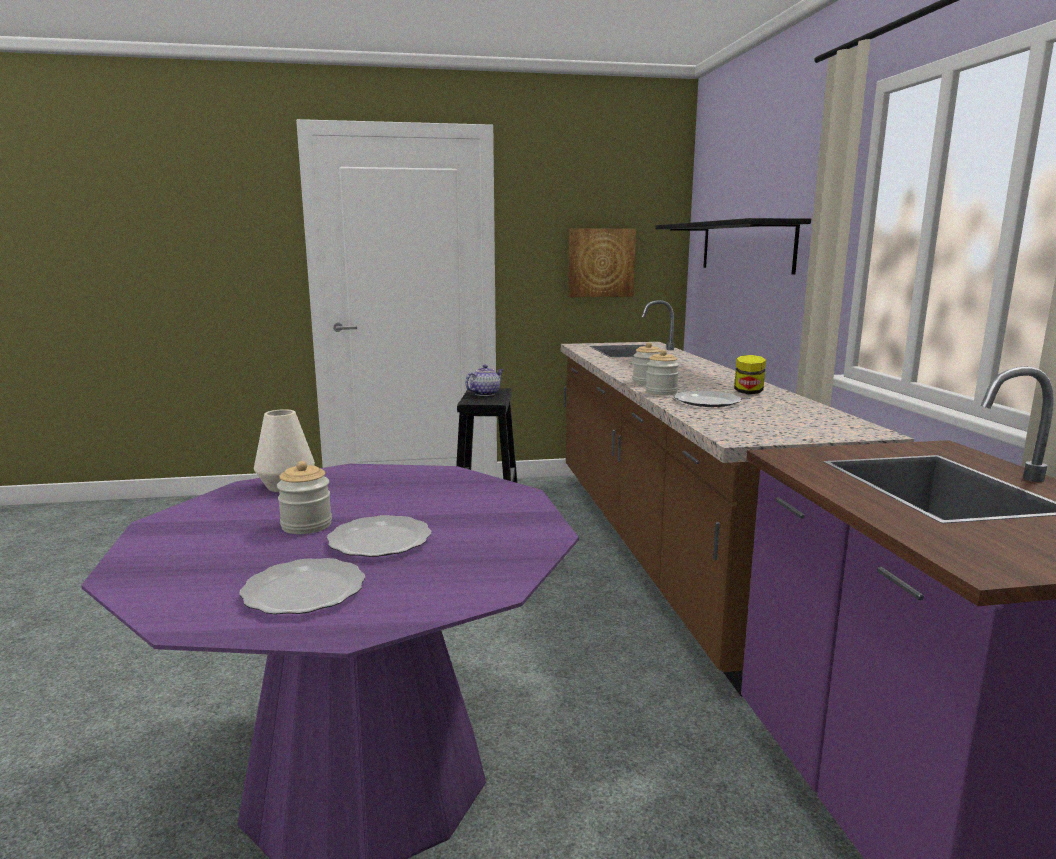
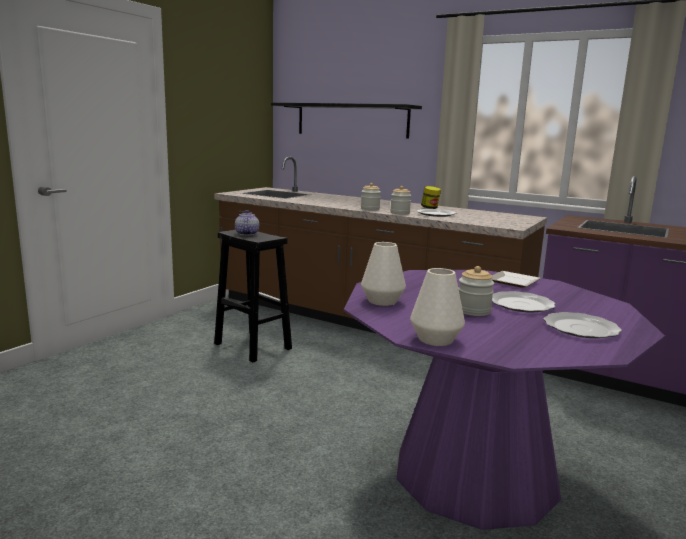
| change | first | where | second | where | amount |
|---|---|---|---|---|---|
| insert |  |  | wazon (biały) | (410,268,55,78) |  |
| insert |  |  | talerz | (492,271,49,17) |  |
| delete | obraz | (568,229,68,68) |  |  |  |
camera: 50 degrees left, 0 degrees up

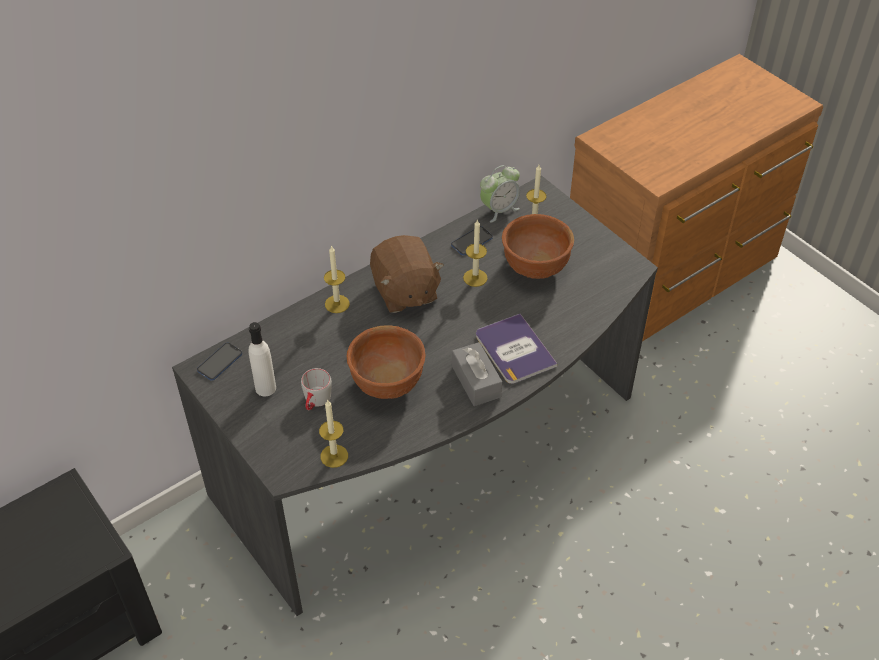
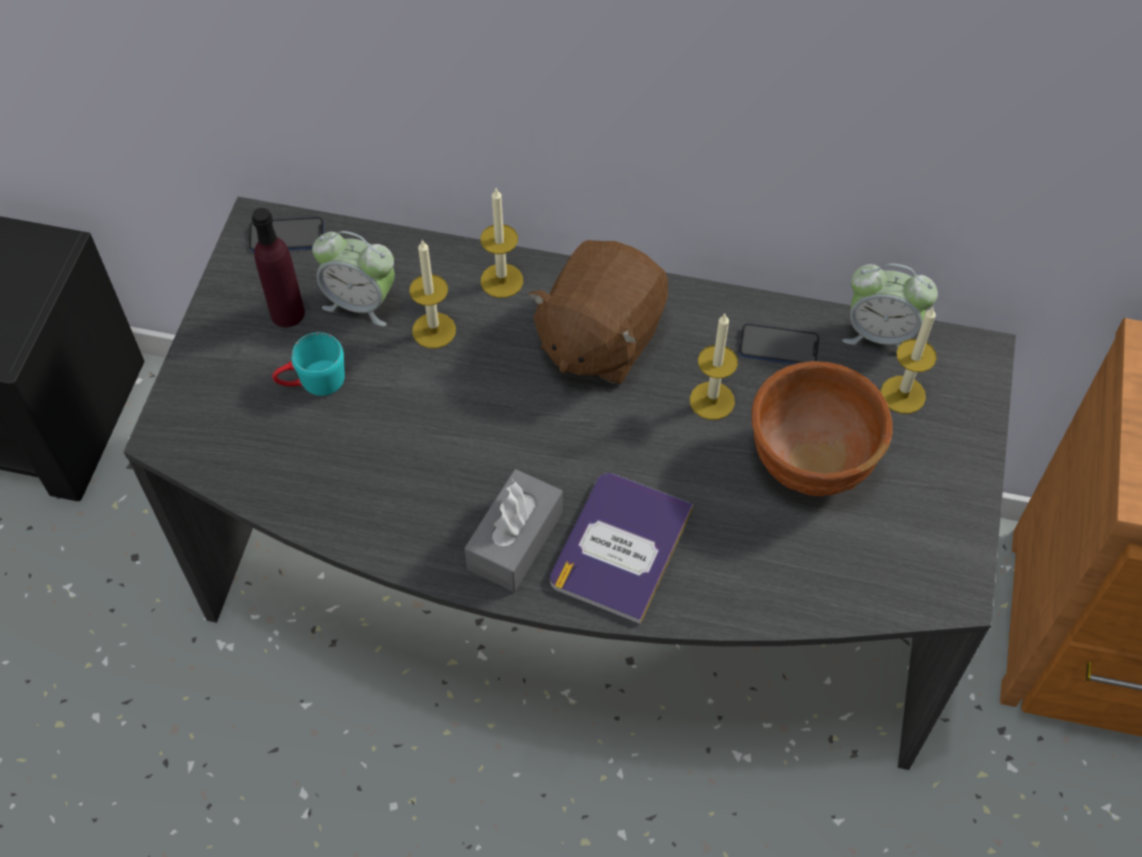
| change | first | where | second | where | amount |
|---|---|---|---|---|---|
| recolor | butelka (biały) | (249,322,27,74) | butelka (fioletowy) | (252,208,53,119) |  |
| recolor | kubek (szary) | (301,368,31,42) | kubek (turkusowy) | (272,332,73,64) |  |
| insert |  |  | budzik | (312,231,83,95) |  |
| move | świeca | (319,399,29,69) |  | (409,240,47,108) |  |
| delete | miska (brązowy) | (347,325,79,74) |  |  |  |
camera: 50 degrees right, 10 degrees up

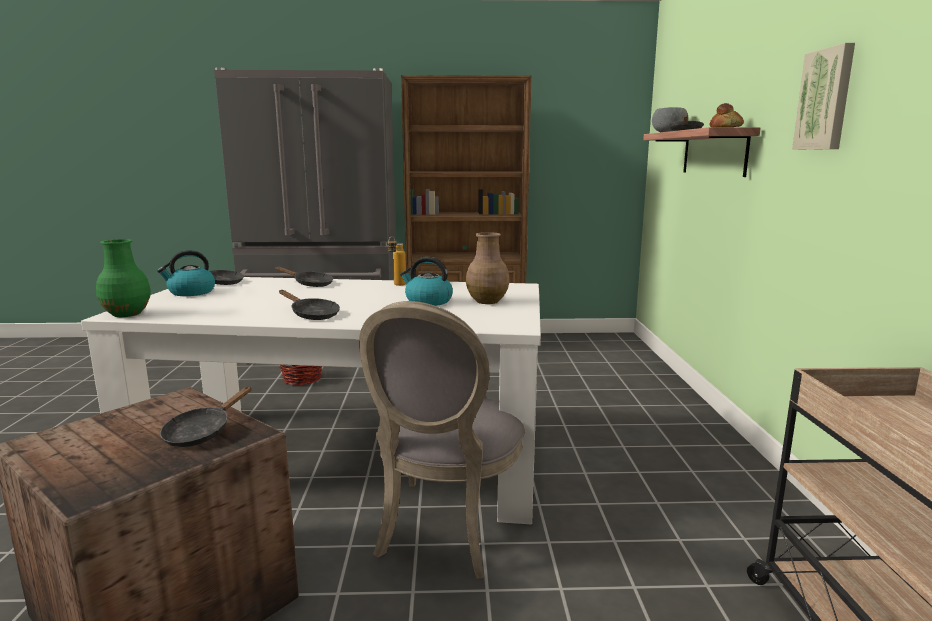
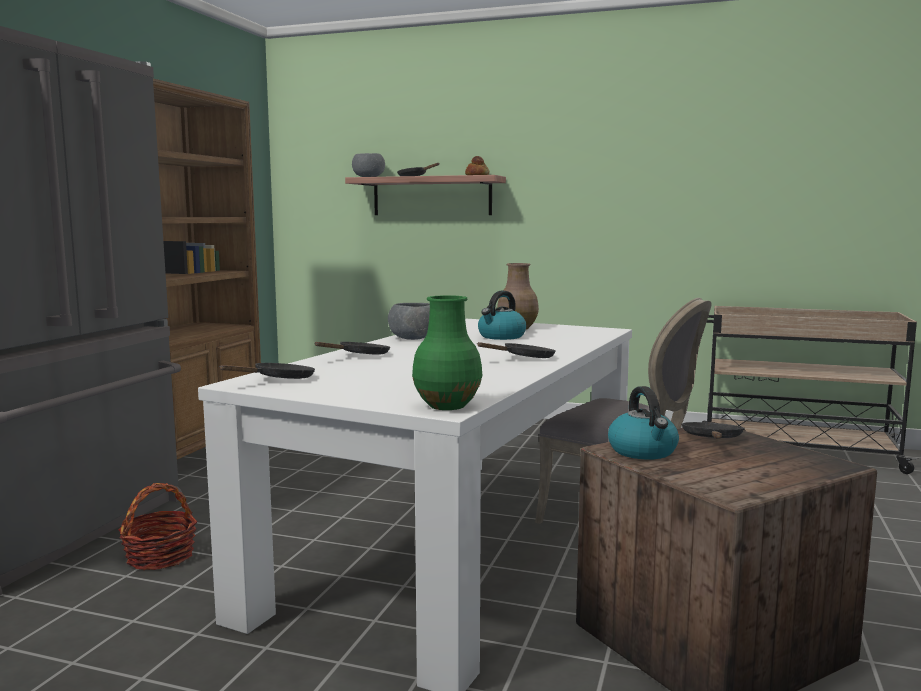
| change | first | where | second | where | amount |
|---|---|---|---|---|---|
| replace | butelka | (387,236,19,50) | miska (szary) | (388,303,42,37) |  |
| move | czajnik | (157,250,58,46) |  | (608,386,71,74) |  |
| rotate | patelnia (czarny) | (160,386,91,61) |  | (681,422,64,17) | 120 degrees counterclockwise |
| delete | obraz | (792,43,63,107) |  |  |  |
camera: 70 degrees left, 5 degrees down

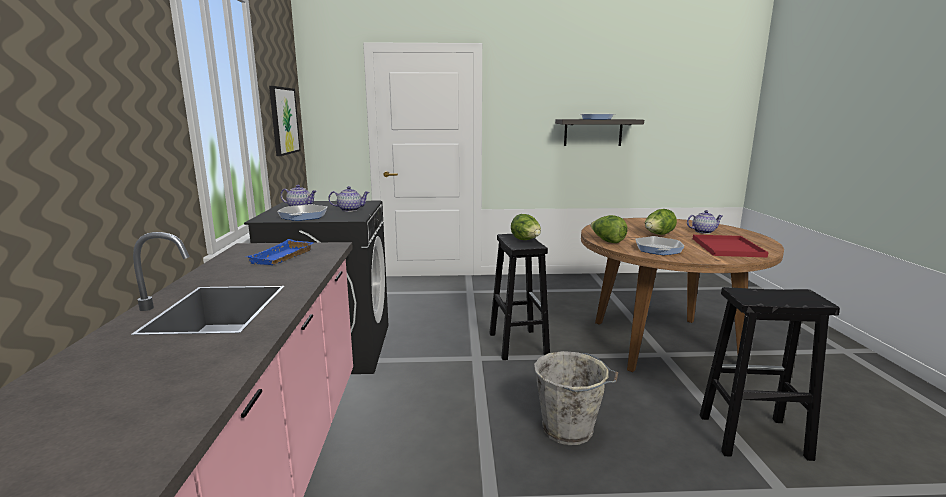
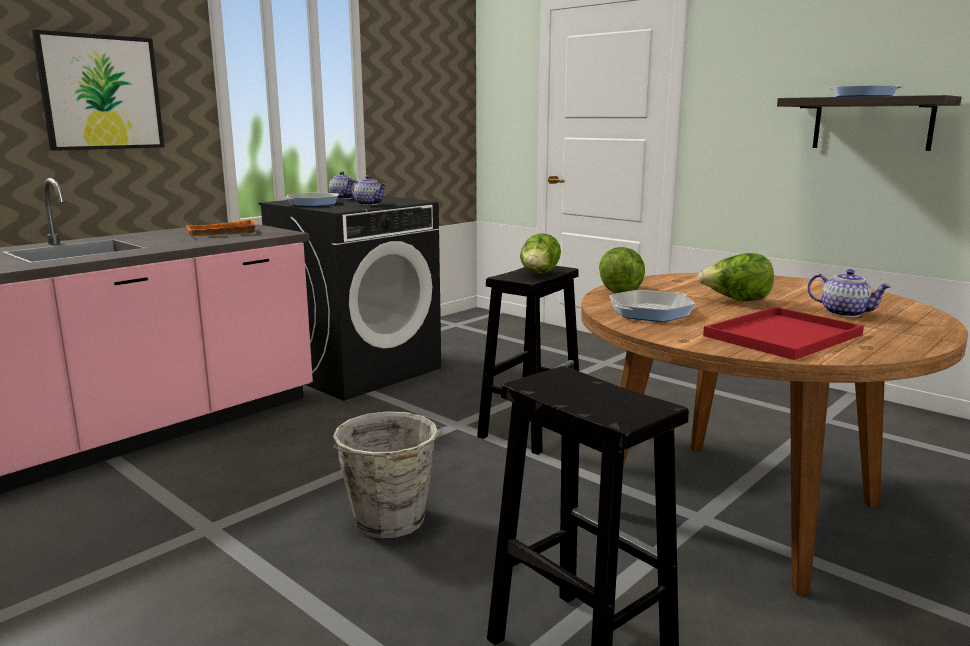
| change | first | where | second | where | amount |
|---|---|---|---|---|---|
| move | obraz | (269,86,32,70) |  | (32,30,132,121) |  |
| recolor | taca (niebieski) | (248,239,67,26) | taca (pomarańczowy) | (186,219,71,17) |  |
camera: 45 degrees right, 0 degrees up

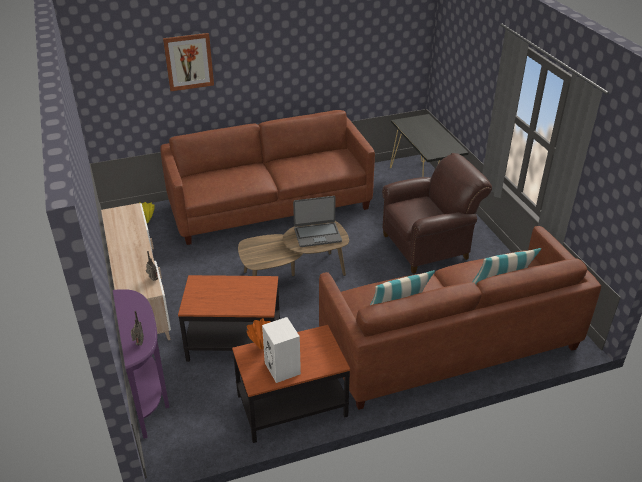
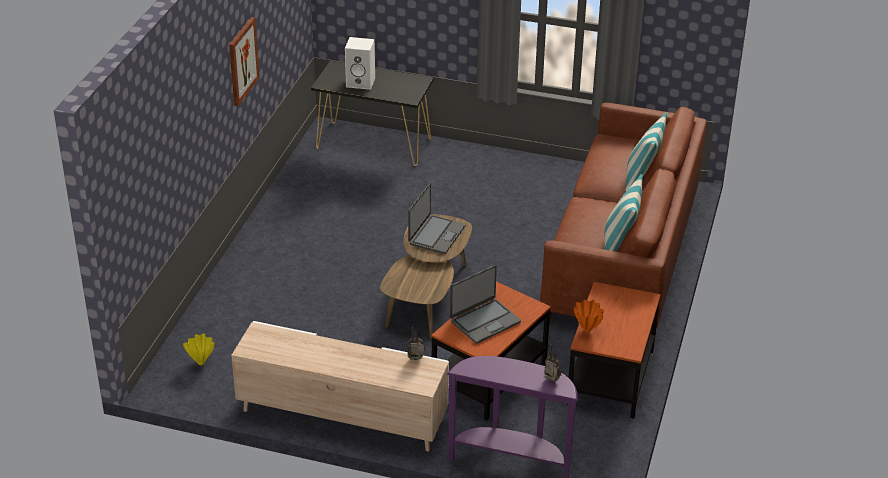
| change | first | where | second | where | amount |
|---|---|---|---|---|---|
| move | obraz | (163,33,51,58) |  | (229,17,31,89) |  |
| move | głośnik (biały) | (262,317,39,66) |  | (345,37,30,53) |  |
| insert |  |  | laptop | (450,265,71,79) |  |
| delete | kanapa (brązowy) | (160,110,215,135) |  |  |  |
| delete | fotel (brązowy) | (382,153,110,120) |  |  |  |
camera: 55 degrees left, 0 degrees up

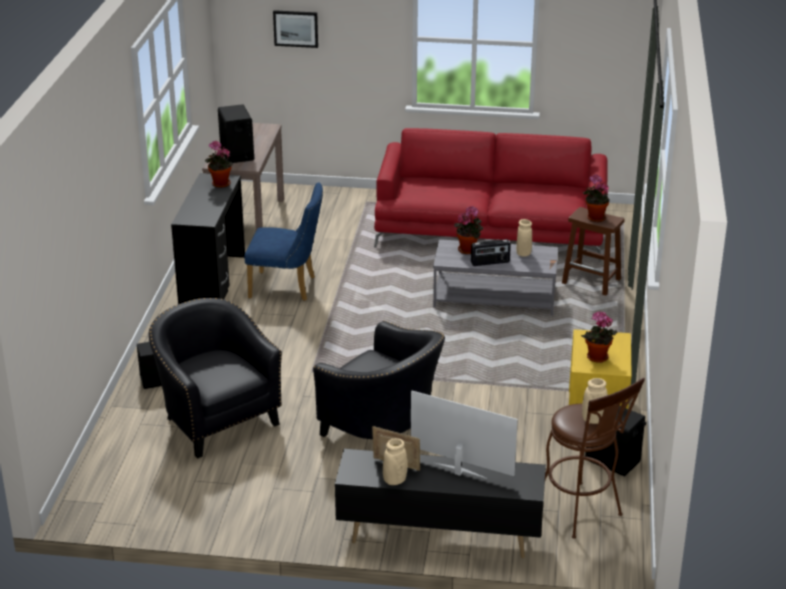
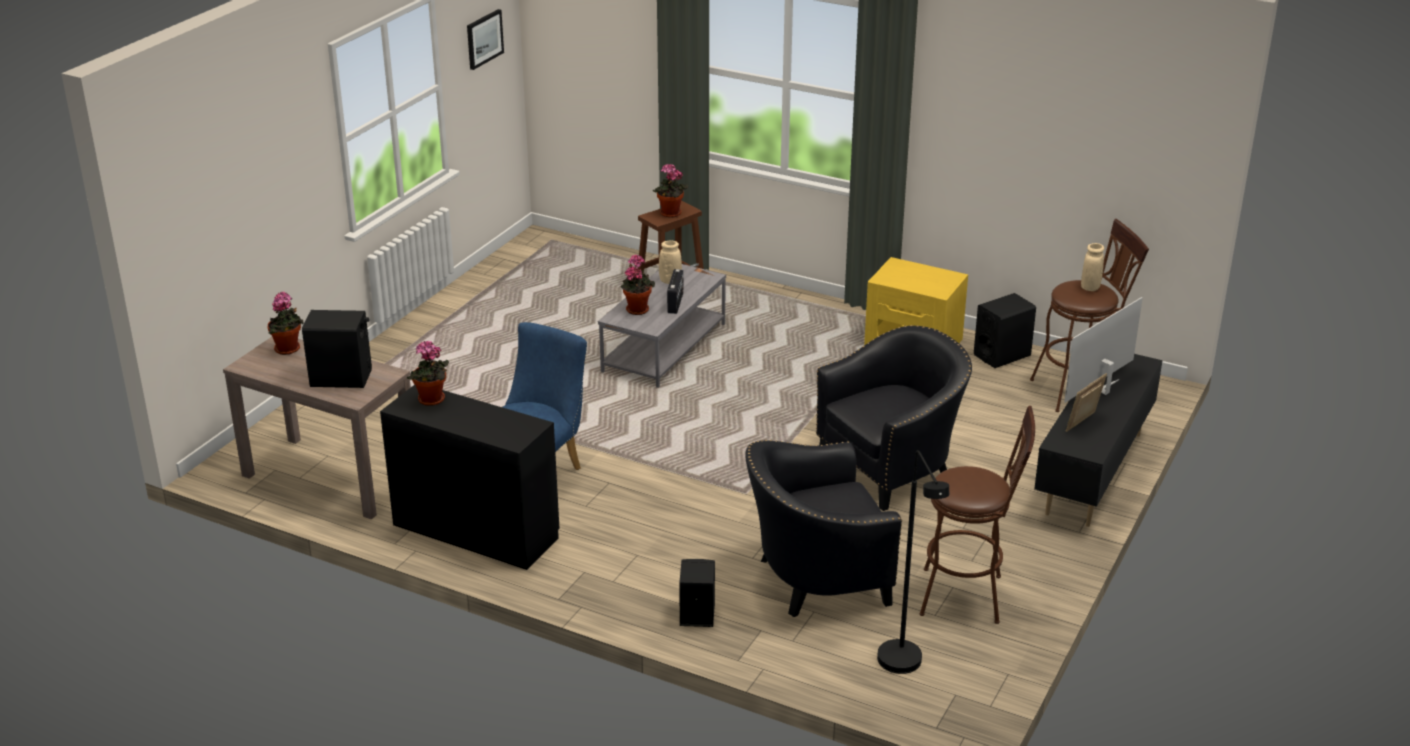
| change | first | where | second | where | amount |
|---|---|---|---|---|---|
| move | roślina doniczkowa | (581,311,36,52) |  | (268,292,35,63) |  |
| move | obraz | (273,10,45,38) |  | (467,9,37,61) |  |
| insert |  |  | lampa stojąca (czarny) | (877,450,72,224) |  |
| insert |  |  | stołek (brązowy) | (920,406,115,218) |  |
| delete | kanapa (czerwony) | (374,128,233,134) |  |  |  |
| delete | wazon (beżowy) | (383,438,24,47) |  |  |  |
camera: 70 degrees left, 0 degrees up

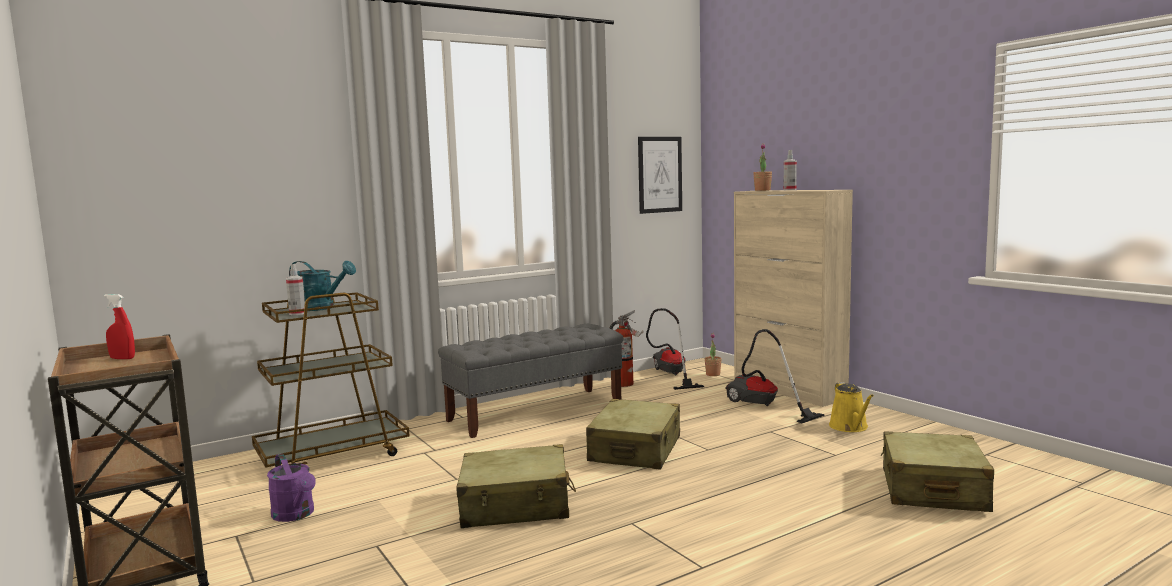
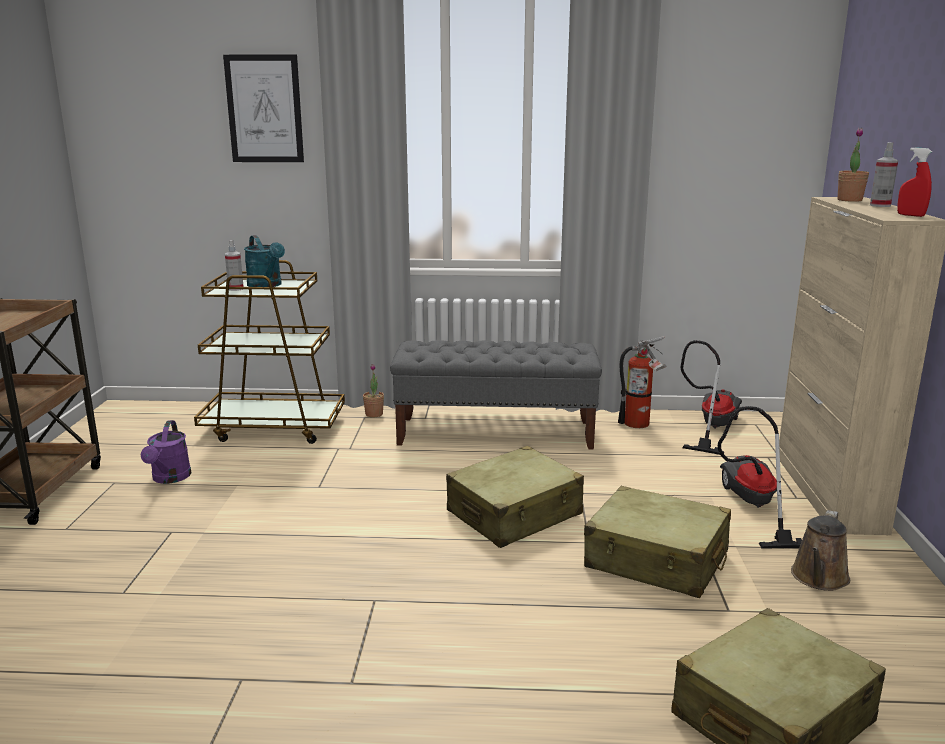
| change | first | where | second | where | amount |
|---|---|---|---|---|---|
| move | obraz | (638,137,44,77) |  | (223,54,81,108) |  |
| move | roślina doniczkowa | (704,333,18,43) |  | (363,364,21,53) |  |
| move | walizka (beżowy) | (457,444,119,84) |  | (584,486,147,112) |  |
| recolor | konewka (żółty) | (829,382,45,50) | konewka (brązowy) | (791,510,59,81) |  |
| move | spryskiwacz (czerwony) | (104,294,31,65) |  | (897,147,35,70) |  |
camera: 35 degrees right, 10 degrees up

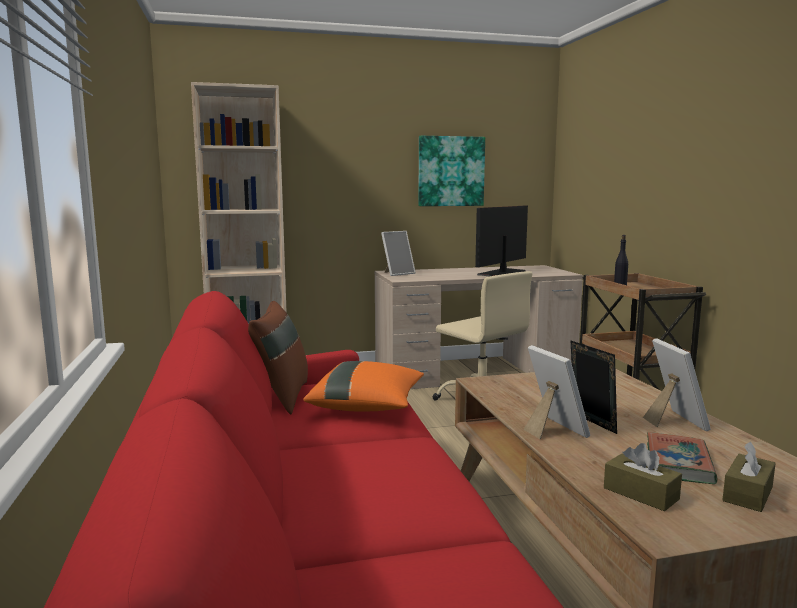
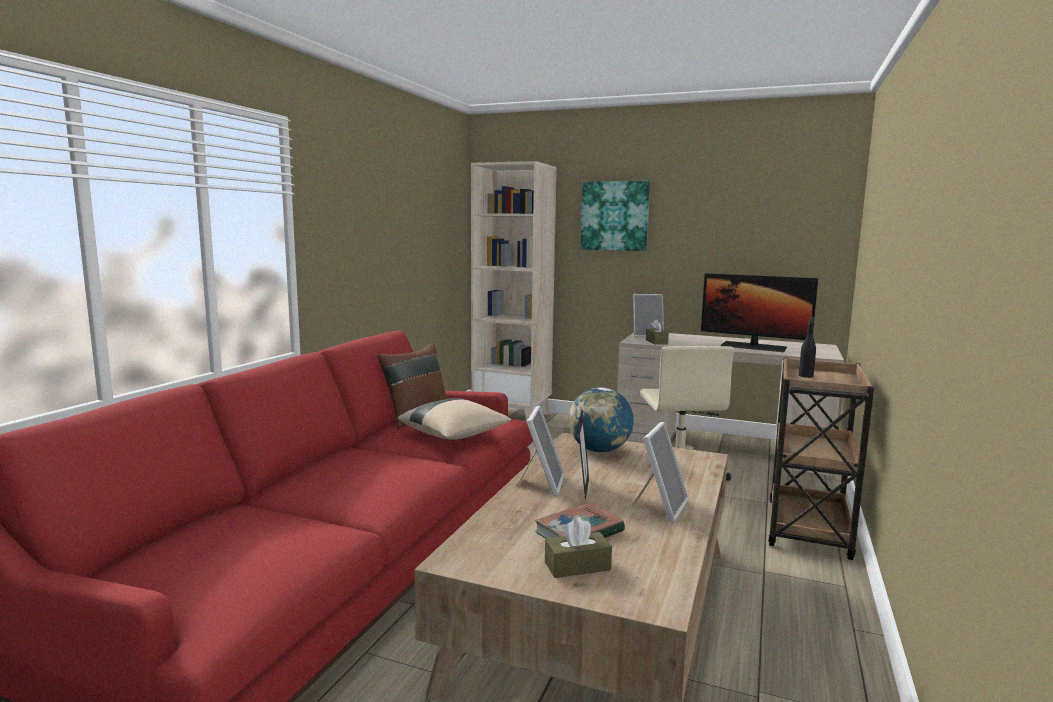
| change | first | where | second | where | amount |
|---|---|---|---|---|---|
| recolor | poduszka (pomarańczowy) | (303,361,121,50) | poduszka (beżowy) | (397,398,115,42) |  |
| insert |  |  | globus | (569,388,65,65) |  |
| move | obraz | (418,136,67,70) |  | (581,181,69,70) |  |
| move | pudełko chusteczek (brązowy) | (604,443,78,68) |  | (646,319,23,26) |  |
| rotate | monitor | (475,206,53,70) |  | (701,273,117,79) | 135 degrees counterclockwise |
camera: 35 degrees right, 0 degrees up

